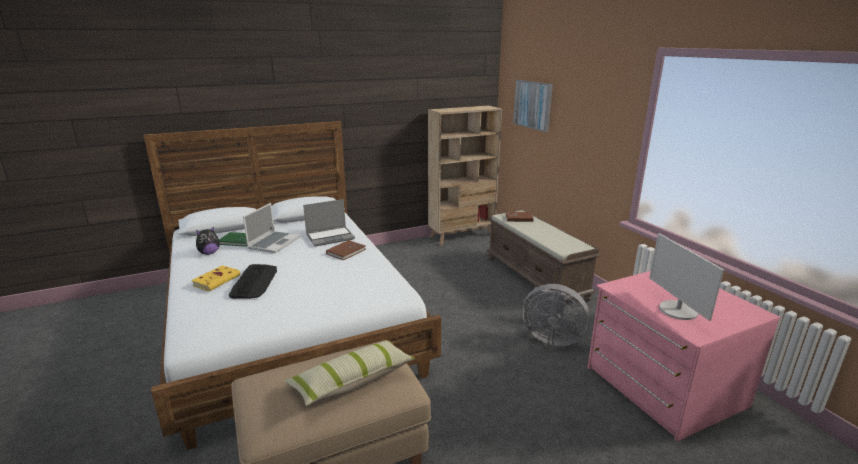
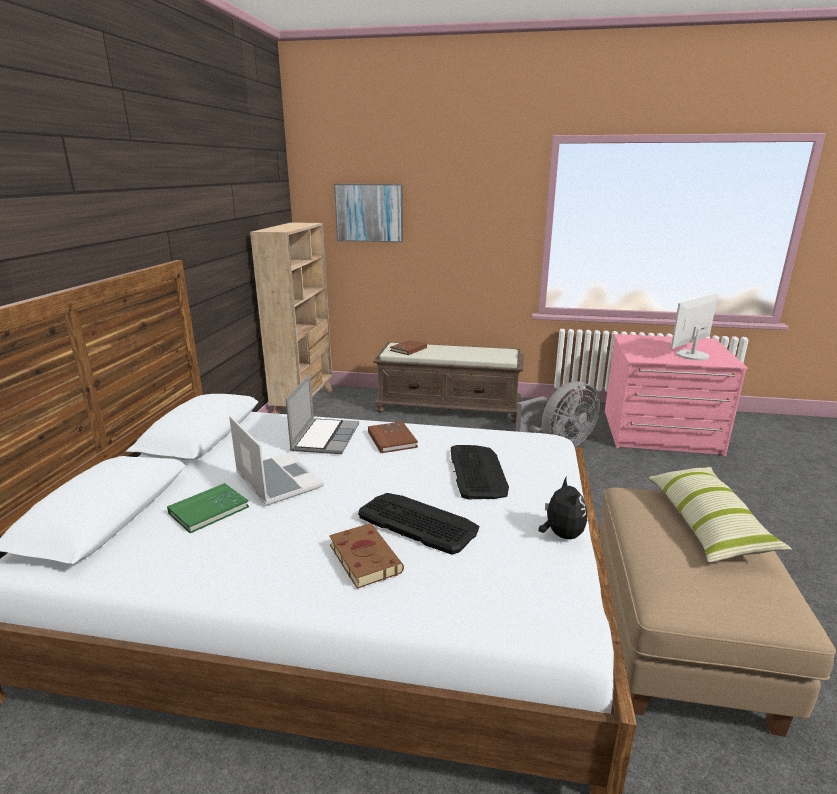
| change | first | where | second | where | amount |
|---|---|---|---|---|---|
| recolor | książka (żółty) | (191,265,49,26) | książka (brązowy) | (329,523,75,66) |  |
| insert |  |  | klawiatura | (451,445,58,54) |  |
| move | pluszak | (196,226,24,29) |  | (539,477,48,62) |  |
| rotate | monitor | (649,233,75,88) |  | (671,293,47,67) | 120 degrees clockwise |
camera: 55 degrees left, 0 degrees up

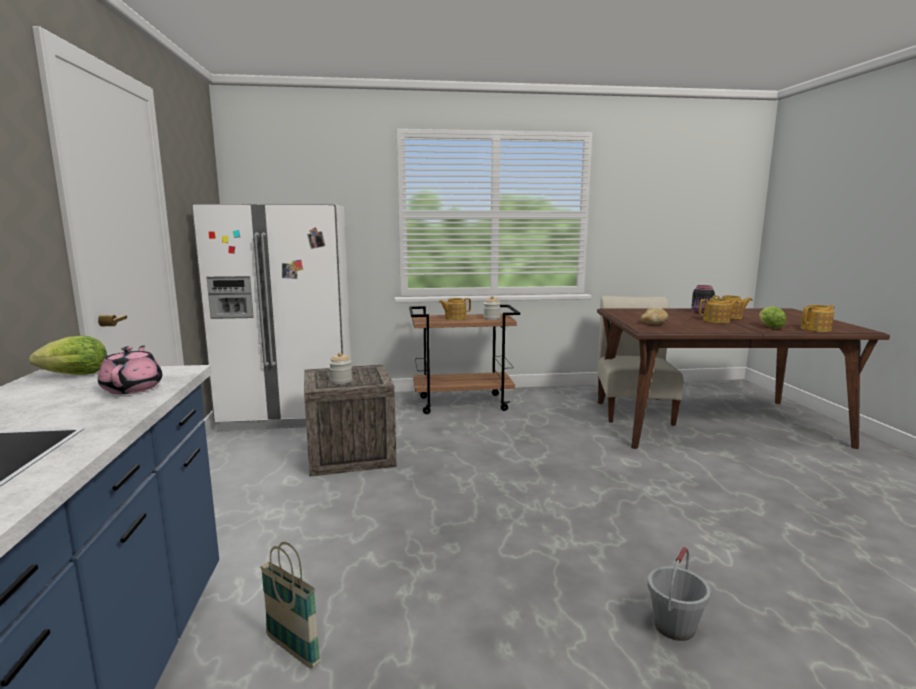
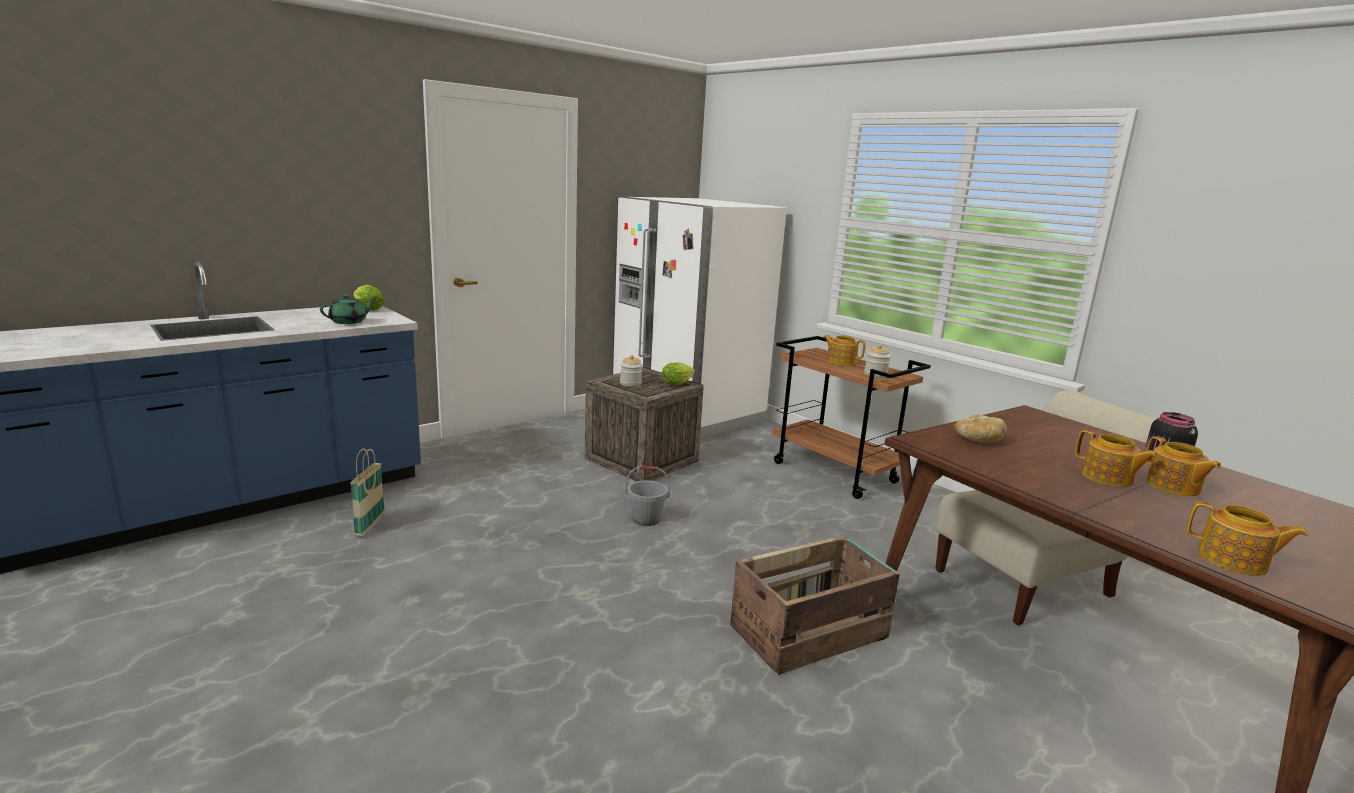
| change | first | where | second | where | amount |
|---|---|---|---|---|---|
| recolor | imbryk (różowy) | (98,346,64,48) | imbryk (zielony) | (320,295,56,29) |  |
| move | wiadro (szary) | (647,547,64,94) |  | (626,466,44,60) |  |
| move | sałata | (759,306,27,23) |  | (662,362,33,23) |  |
| insert |  |  | skrzynka | (730,535,170,140) |  |
camera: 55 degrees right, 5 degrees up

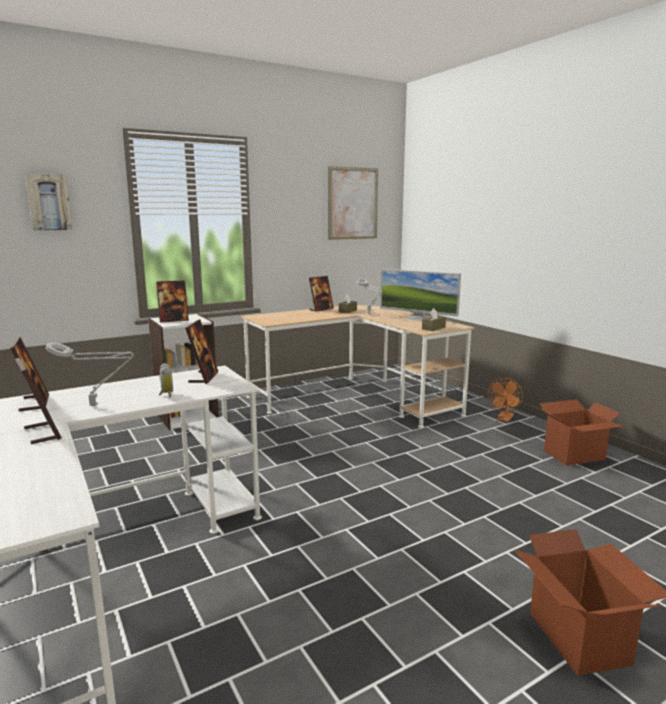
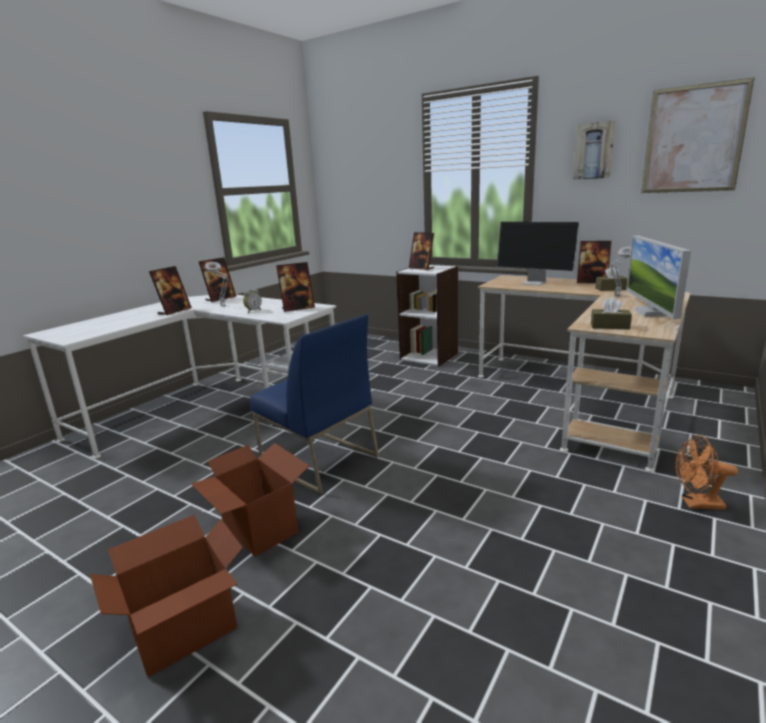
| change | first | where | second | where | amount |
|---|---|---|---|---|---|
| move | karton | (539,399,85,67) |  | (191,443,119,114) |  |
| insert |  |  | krzesło (niebieski) | (250,315,129,180) |  |
| insert |  |  | monitor | (497,222,83,63) |  |
| move | obraz | (25,174,47,57) |  | (573,121,42,59) |  |
camera: 65 degrees right, 5 degrees up

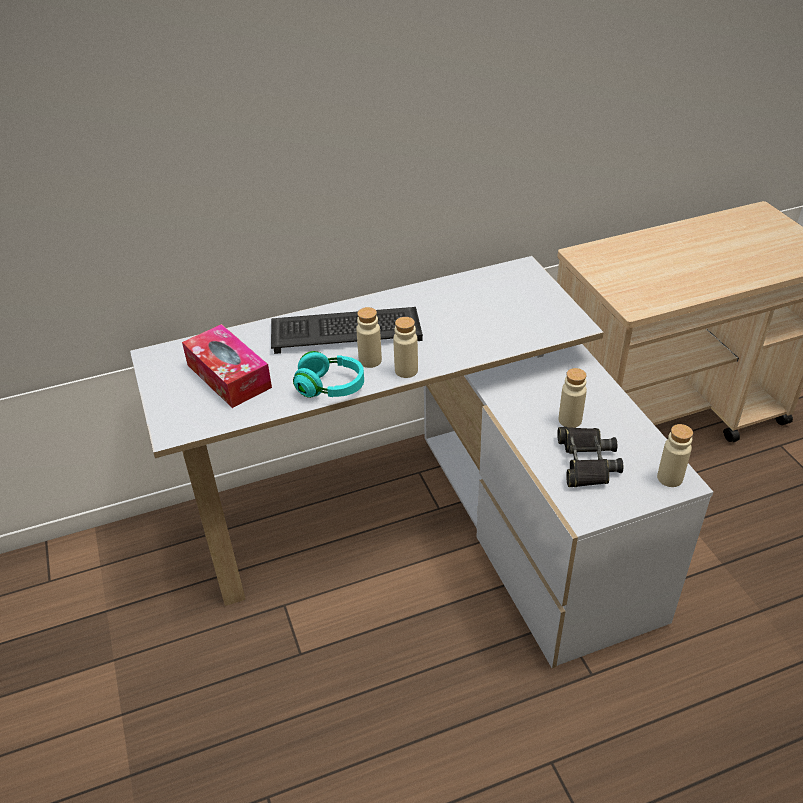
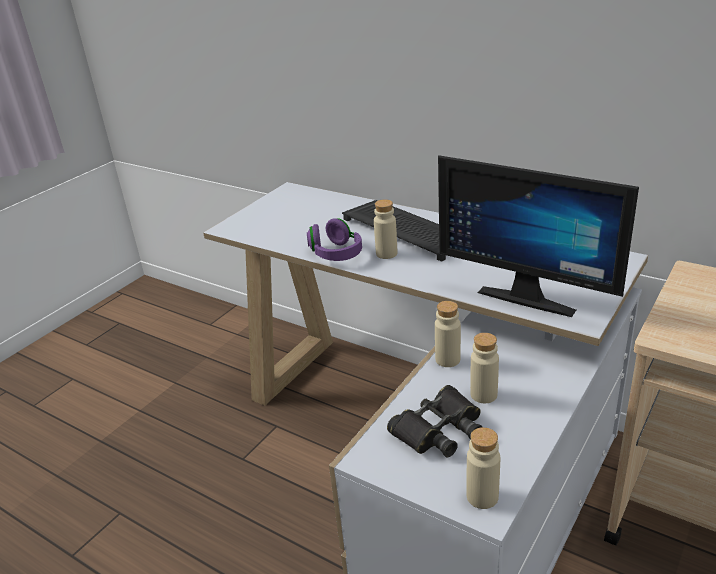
| change | first | where | second | where | amount |
|---|---|---|---|---|---|
| recolor | słuchawki (turkusowy) | (293,351,71,47) | słuchawki (fioletowy) | (307,218,55,43) |  |
| move | butelka (beżowy) | (393,317,25,61) |  | (435,301,26,66) |  |
| insert |  |  | monitor | (438,155,201,162) |  |
| delete | pudełko chusteczek | (182,324,90,84) |  |  |  |
camera: 55 degrees right, 10 degrees down

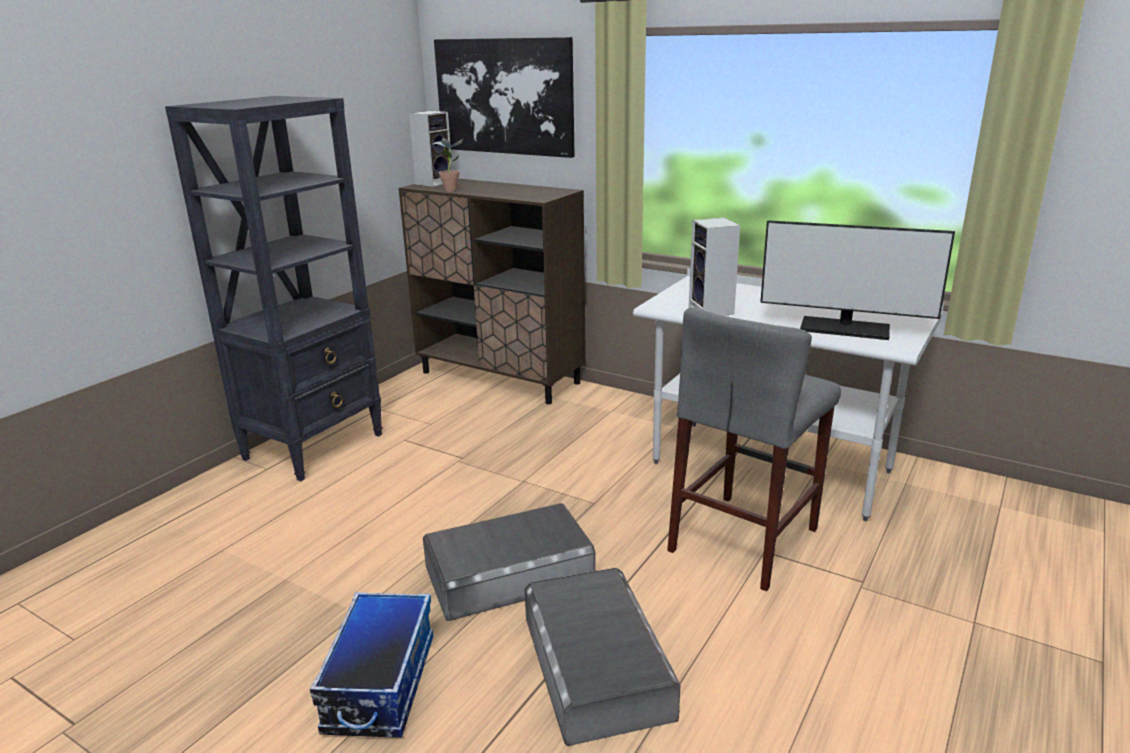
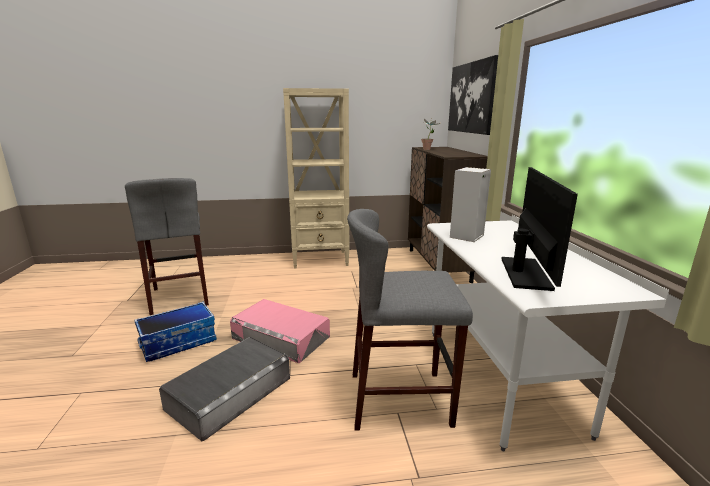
| change | first | where | second | where | amount |
|---|---|---|---|---|---|
| insert |  |  | stołek (szary) | (125,178,84,137) |  |
| recolor | pojemnik do przechowywania (szary) | (423,503,173,118) | pojemnik do przechowywania (różowy) | (230,299,100,64) |  |
| recolor | regał (czarny) | (165,96,218,386) | regał (beżowy) | (283,88,67,181) |  |
| rotate | monitor | (760,220,195,120) |  | (501,167,77,124) | 150 degrees counterclockwise |
| delete | głośnik | (409,111,43,76) |  |  |  |
camera: 50 degrees right, 5 degrees down

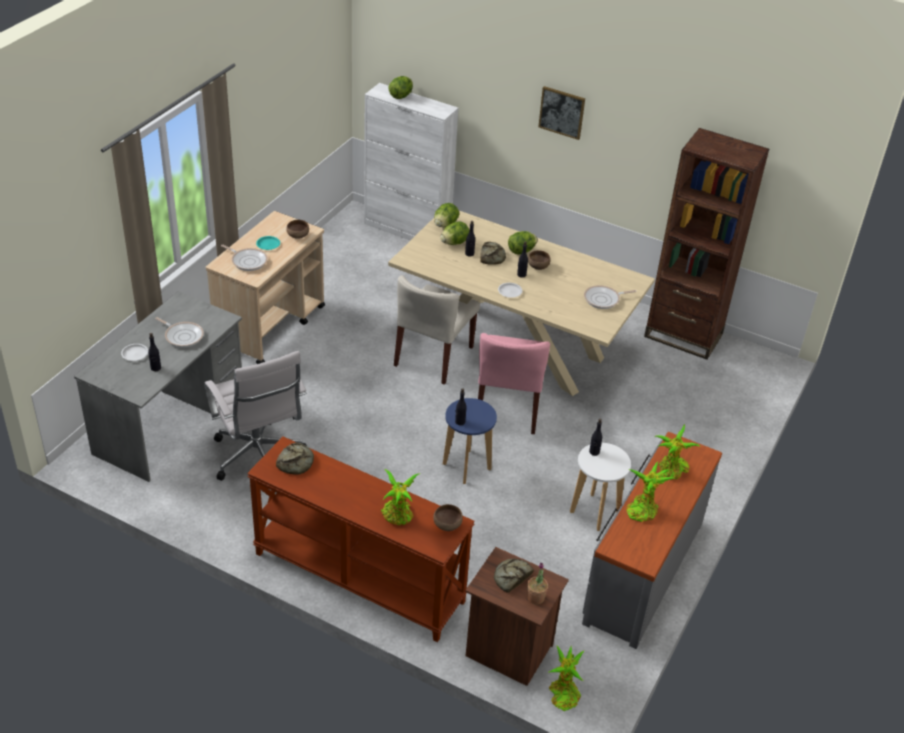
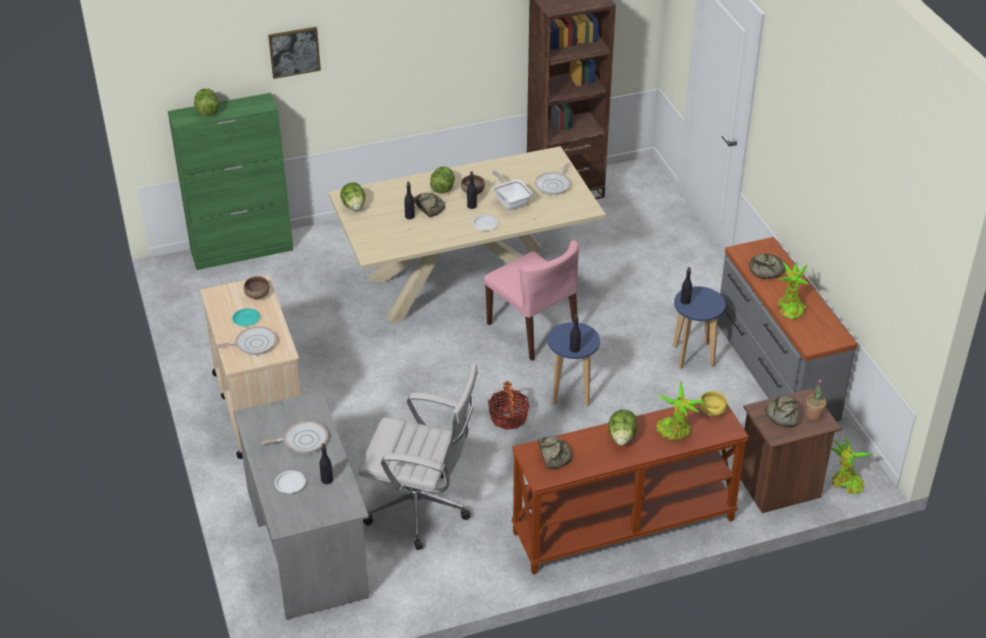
| change | first | where | second | where | amount |
|---|---|---|---|---|---|
| recolor | szafka (biały) | (364,83,94,157) | szafka (zielony) | (168,93,125,177) |  |
| move | obraz | (538,86,47,54) |  | (268,27,53,52) |  |
| insert |  |  | koszyk | (488,381,42,49) |  |
| insert |  |  | patelnia | (492,171,40,39) |  |
| move | sałata | (440,221,30,24) |  | (608,409,30,36) |  |
| recolor | stołek (biały) | (570,443,61,88) | stołek (niebieski) | (673,286,53,83) |  |
| recolor | miska (brązowy) | (433,504,30,27) | miska (żółty) | (699,391,28,25) |  |
| replace | roślina doniczkowa | (654,424,46,55) | chleb | (749,253,36,26) |  |
| delete | krzesło (beżowy) | (394,275,86,110) |  |  |  |
camera: 45 degrees left, 0 degrees up

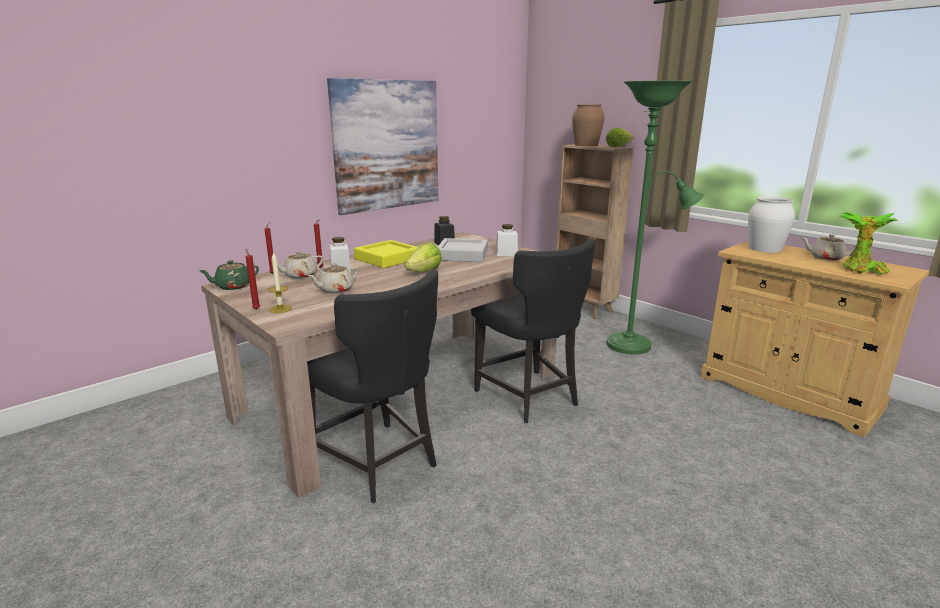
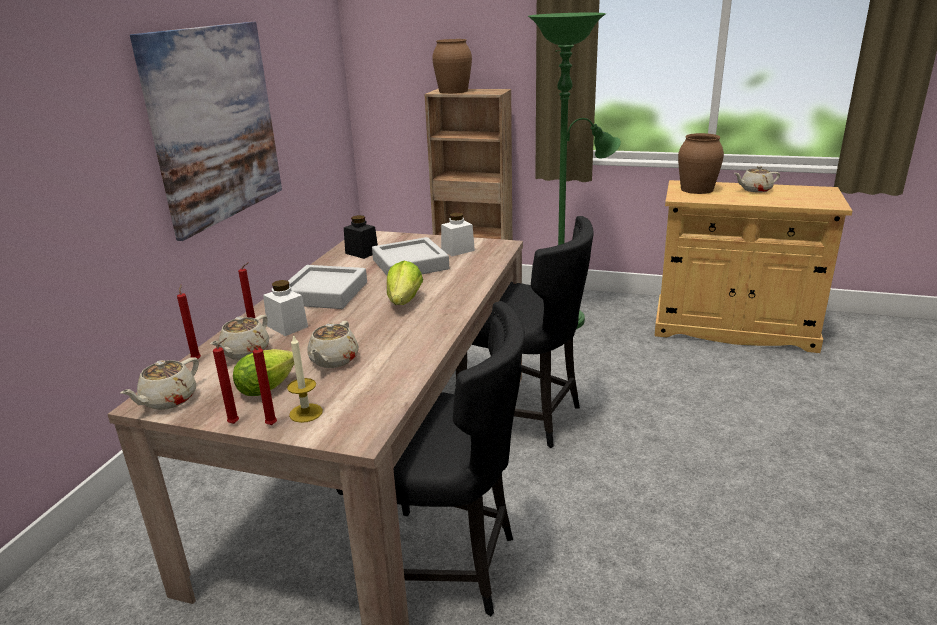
| change | first | where | second | where | amount |
|---|---|---|---|---|---|
| recolor | imbryk (zielony) | (199,260,60,30) | imbryk (beżowy) | (120,357,79,53) |  |
| insert |  |  | świeca (czerwony) | (213,338,26,86) |  |
| move | sałata | (606,128,27,19) |  | (233,349,61,47) |  |
| recolor | taca (żółty) | (354,240,64,28) | taca (szary) | (288,265,79,44) |  |
| recolor | wazon (biały) | (748,196,47,57) | wazon (brązowy) | (678,133,46,61) |  |
| delete | roślina doniczkowa | (838,212,60,62) |  |  |  |
camera: 30 degrees left, 5 degrees up

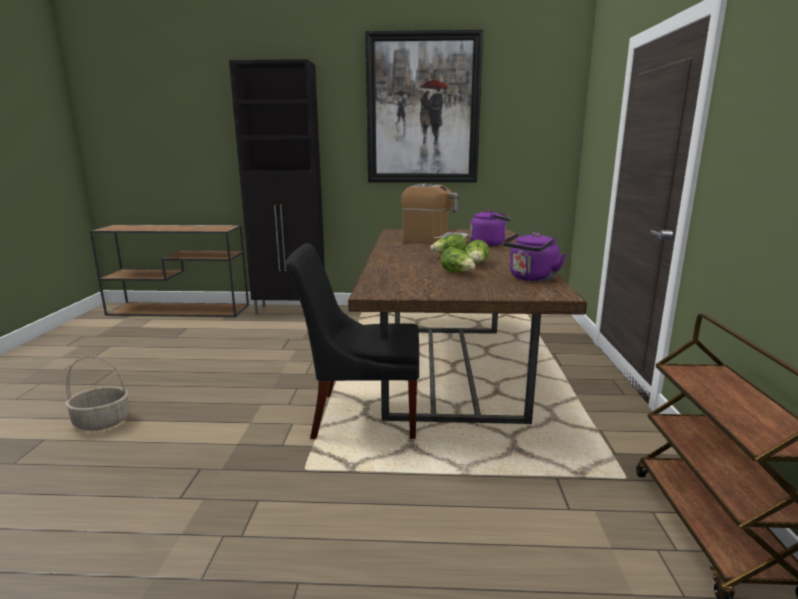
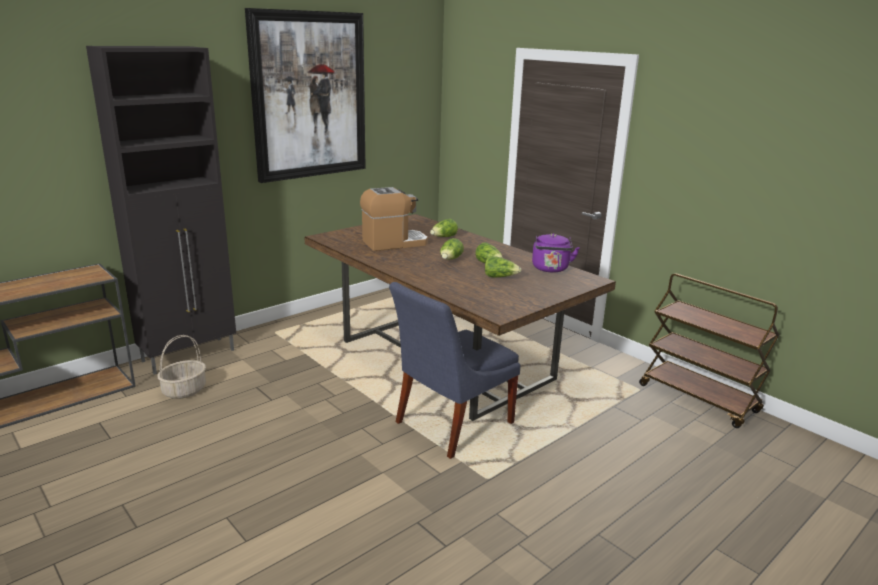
| change | first | where | second | where | amount |
|---|---|---|---|---|---|
| move | koszyk | (65,355,65,76) |  | (158,335,48,64) |  |
| recolor | krzesło (czarny) | (285,243,134,196) | krzesło (niebieski) | (389,282,132,177) |  |
| replace | czajnik (fioletowy) | (470,210,41,36) | sałata | (430,219,28,18) |  |
camera: 45 degrees left, 5 degrees up

